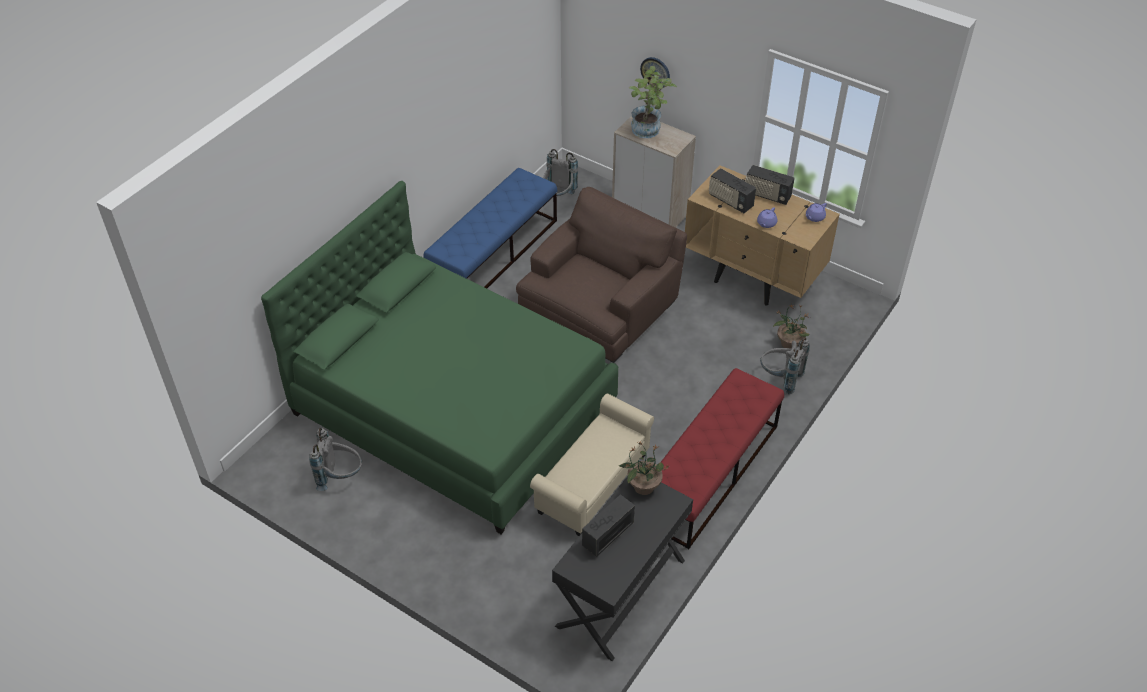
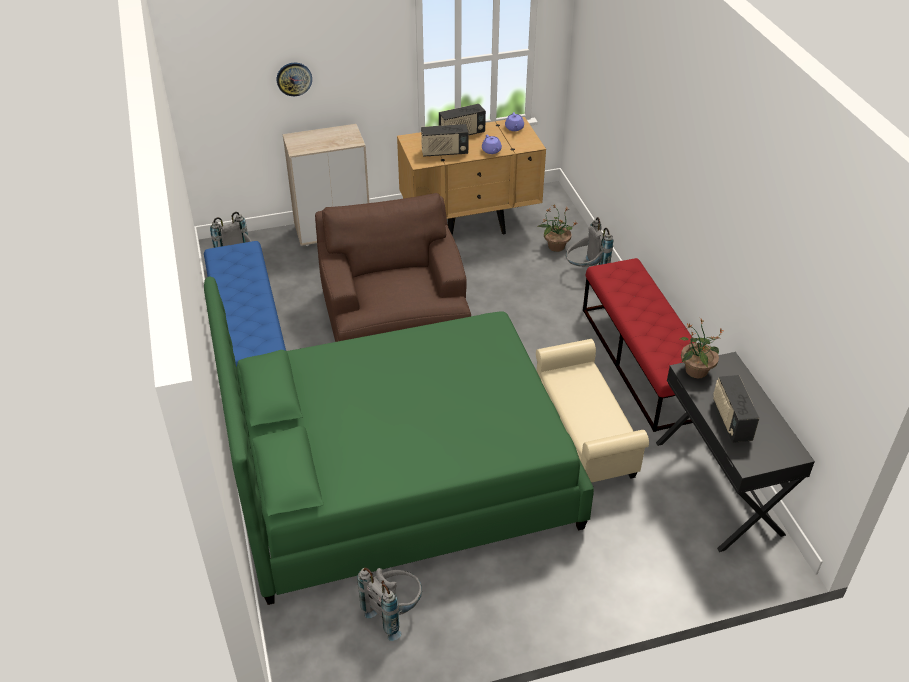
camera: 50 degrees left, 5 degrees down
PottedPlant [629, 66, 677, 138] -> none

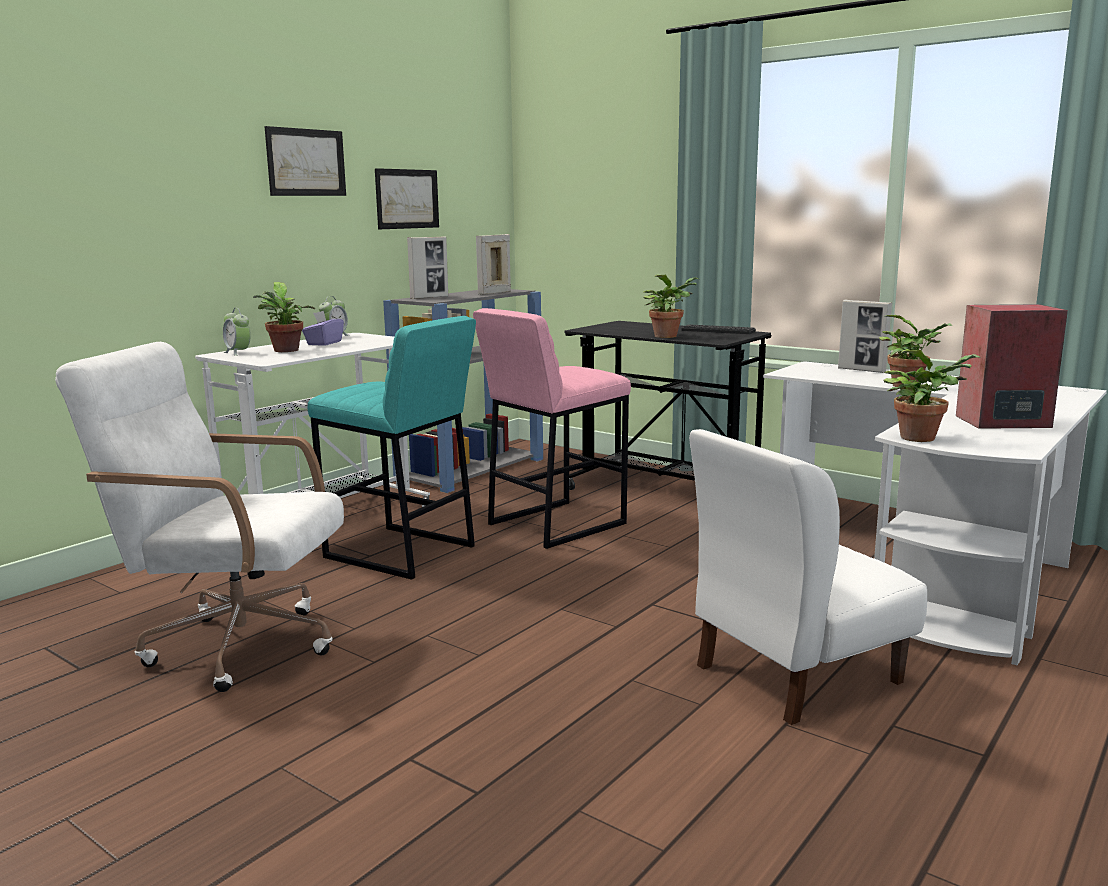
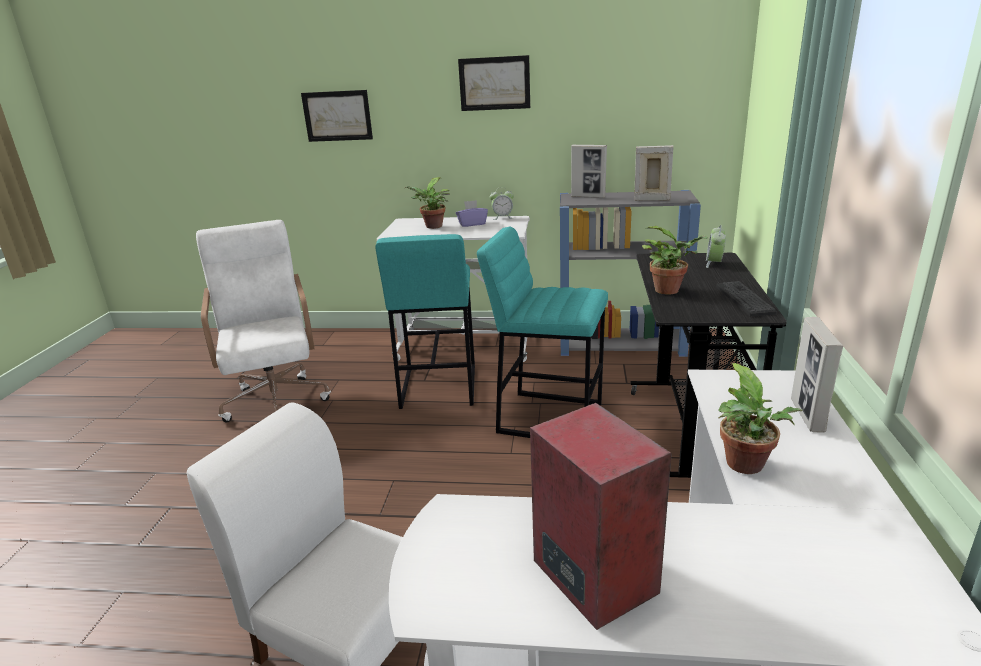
camera: 60 degrees right, 10 degrees up
PottedPlant [883, 349, 981, 442] -> none
AlarmClock [223, 308, 251, 356] -> AlarmClock [706, 225, 726, 268], move
Picture [375, 168, 439, 229] -> Picture [301, 90, 373, 142], move
PinkStool [473, 308, 631, 549] -> TurquoiseStool [477, 227, 608, 438]

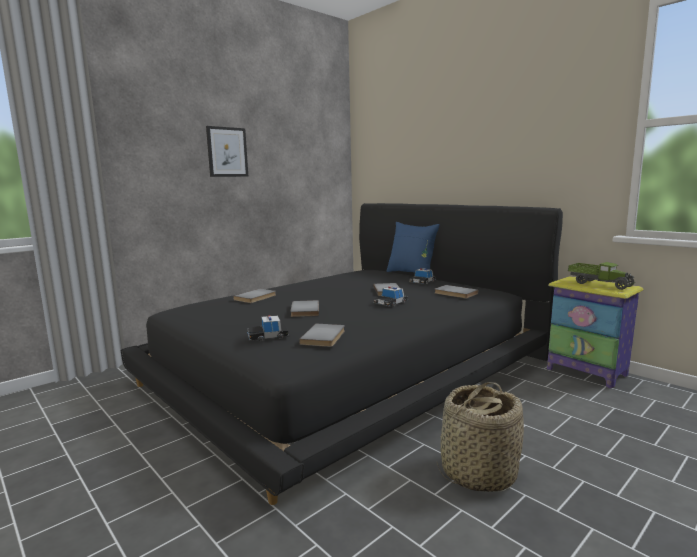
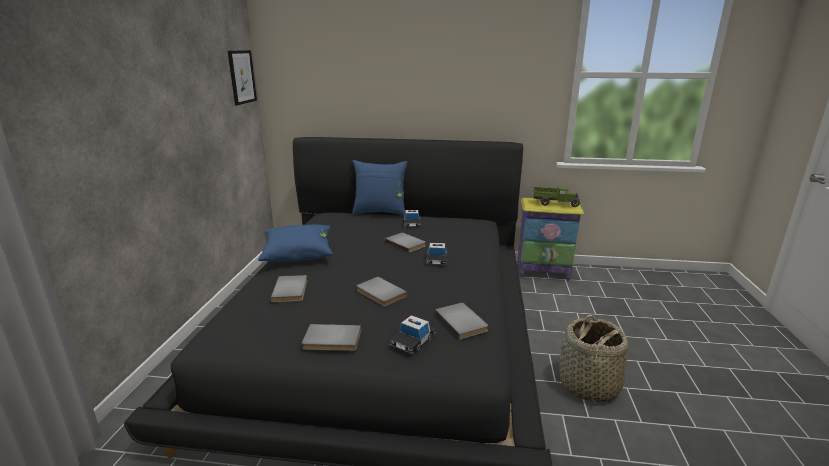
camera: 40 degrees left, 10 degrees up
none -> BluePillow [258, 225, 333, 262]
Picture [206, 126, 248, 177] -> Picture [228, 50, 257, 105], move
GreyBook [435, 285, 478, 299] -> GreyBook [302, 324, 361, 351], move

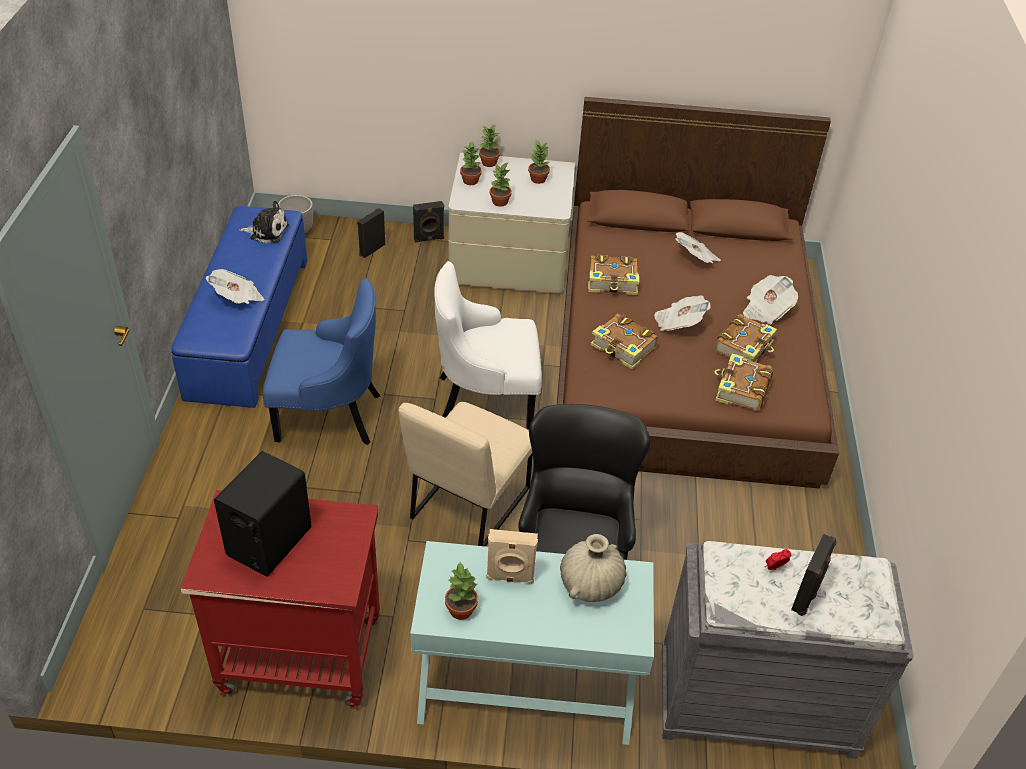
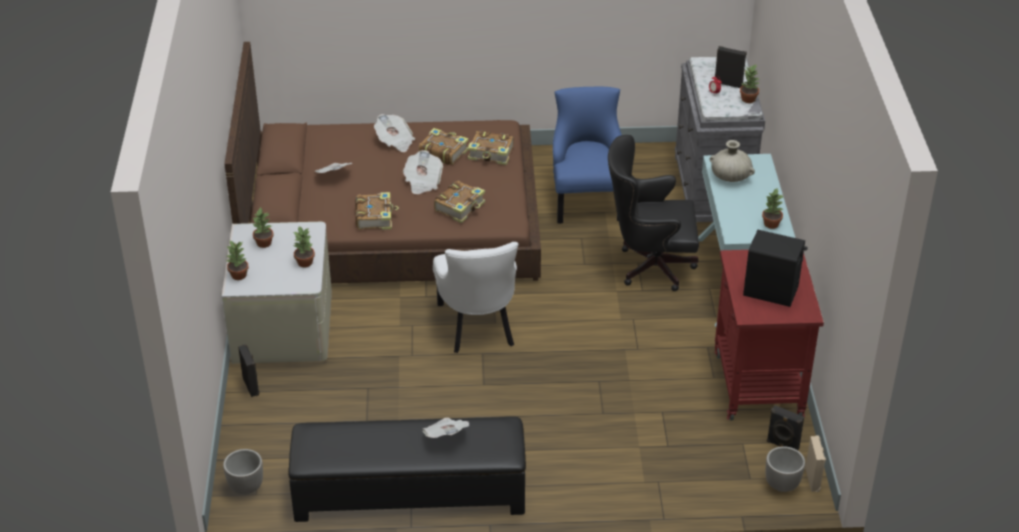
camera: 95 degrees left, 5 degrees down
PlushToy [239, 201, 289, 243] -> none
BeigeChair [398, 402, 533, 547] -> none
none -> Planter [766, 446, 805, 492]
BlueChair [263, 278, 380, 445] -> BlueChair [553, 87, 622, 224], move
BlackSpeaker [357, 208, 385, 258] -> BlackSpeaker [767, 405, 804, 450], move
PottedPlant [460, 140, 482, 185] -> PottedPlant [740, 64, 760, 103], move
BeigeSpeaker [486, 529, 538, 584] -> BeigeSpeaker [805, 435, 826, 492], move
BlueBench [171, 206, 307, 408] -> BlackBench [288, 417, 526, 522]

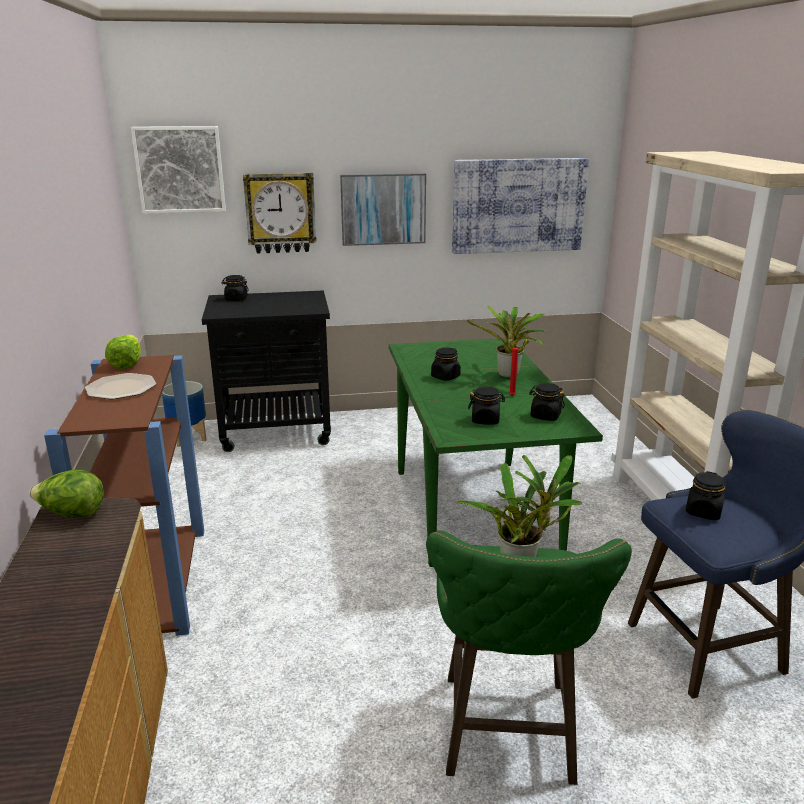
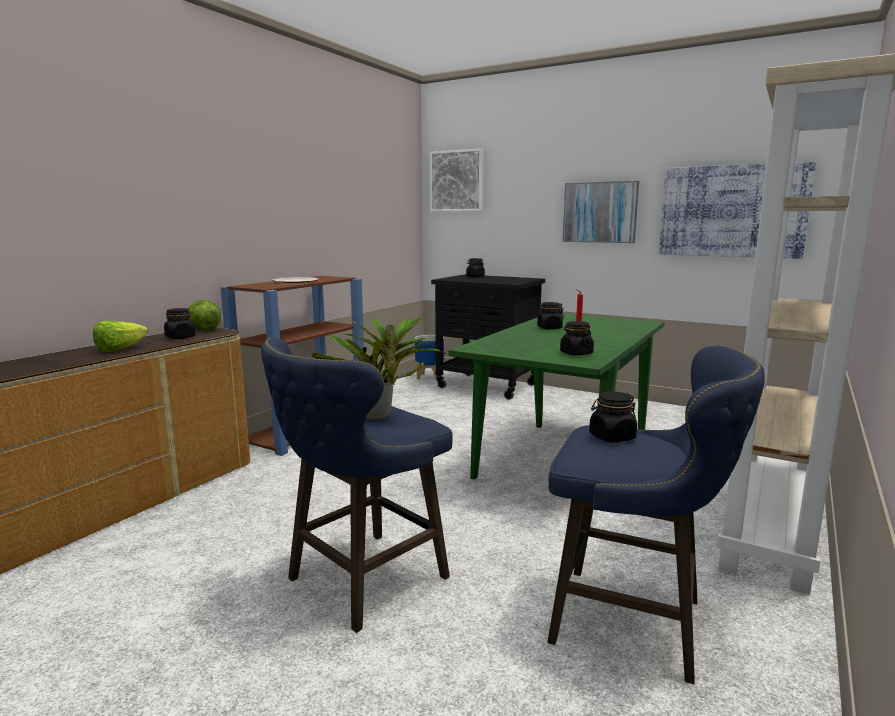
camera: 40 degrees right, 10 degrees down
WallClock [243, 173, 316, 254] -> none
PottedPlant [467, 306, 546, 378] -> none
Lettuce [105, 334, 141, 369] -> Lettuce [93, 321, 148, 352], move
BlackJar [468, 387, 505, 425] -> BlackJar [164, 308, 196, 339], move
GreenStool [426, 530, 632, 785] -> BlueStool [261, 338, 453, 633]

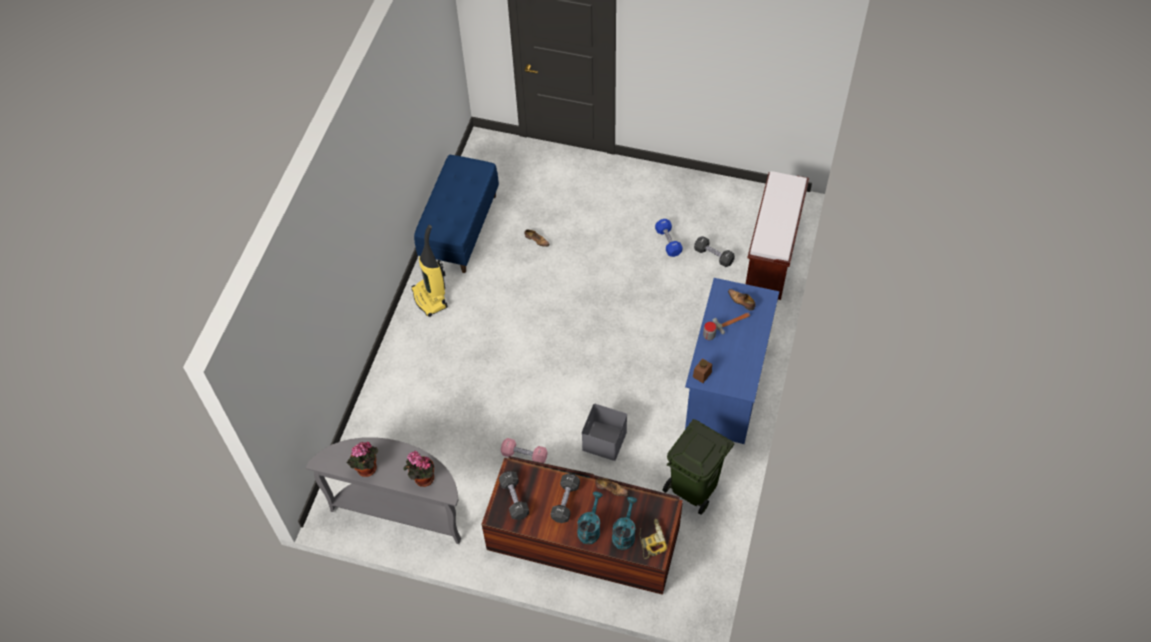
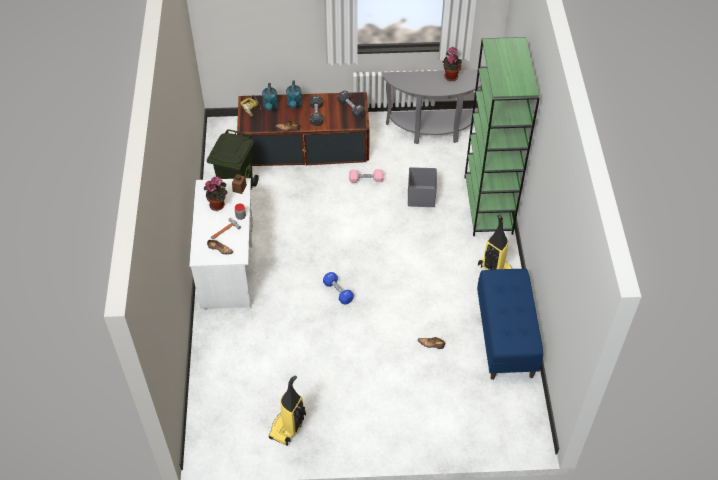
camera: 160 degrees right, 5 degrees down
BlackDumbbell [694, 236, 735, 267] -> none
BrownBench [746, 171, 809, 300] -> none
none -> VacuumCleaner [268, 376, 306, 446]
none -> GreenBookcase [465, 37, 540, 236]
PottedPlant [403, 451, 434, 487] -> PottedPlant [204, 176, 227, 211], move
GreyStorageBox [582, 404, 627, 461] -> GreyStorageBox [408, 167, 437, 207], move
BlueDumbbell [655, 219, 683, 257] -> BlueDumbbell [323, 272, 354, 304], move
BlueDesk [685, 278, 780, 444] -> WhiteDesk [189, 178, 253, 309]

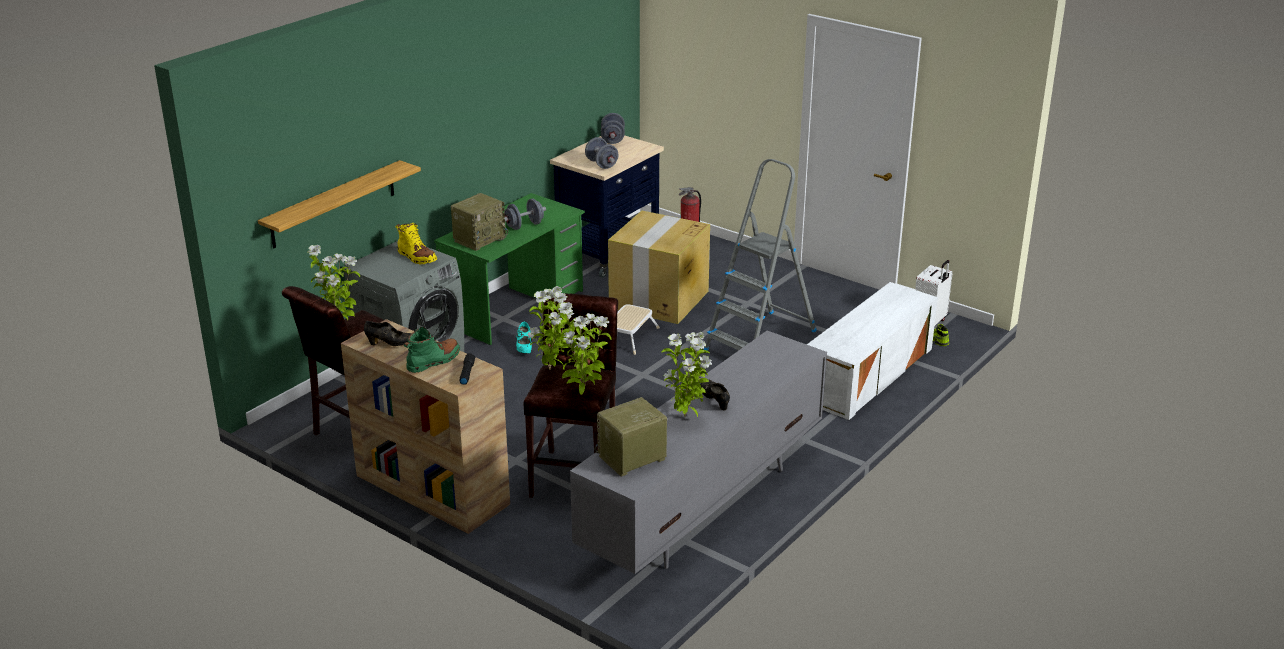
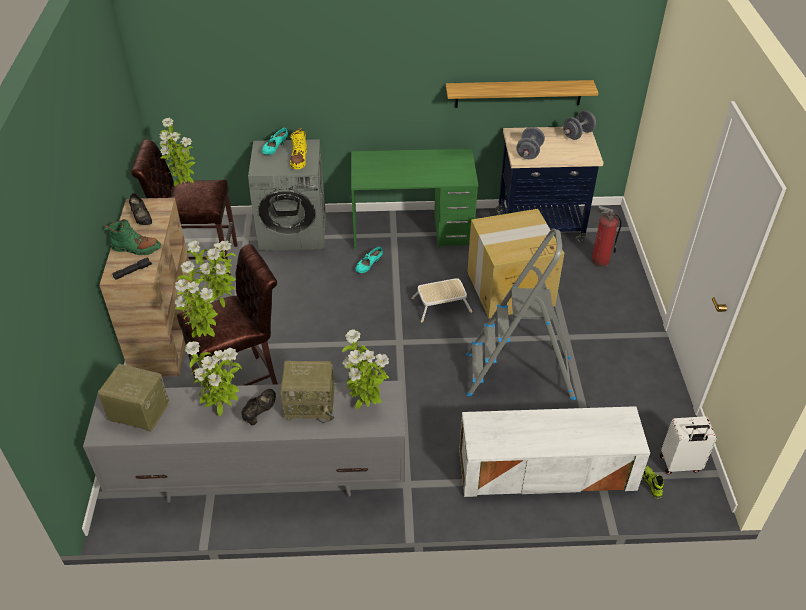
camera: 50 degrees right, 15 degrees up
GreyDumbbell [504, 198, 546, 230] -> none
none -> TurquoiseShoe [262, 128, 288, 155]
none -> PottedPlant [342, 329, 389, 409]
Shelf [258, 160, 421, 248] -> Shelf [446, 80, 598, 108], move
Radio [451, 193, 508, 251] -> Radio [280, 361, 334, 423], move

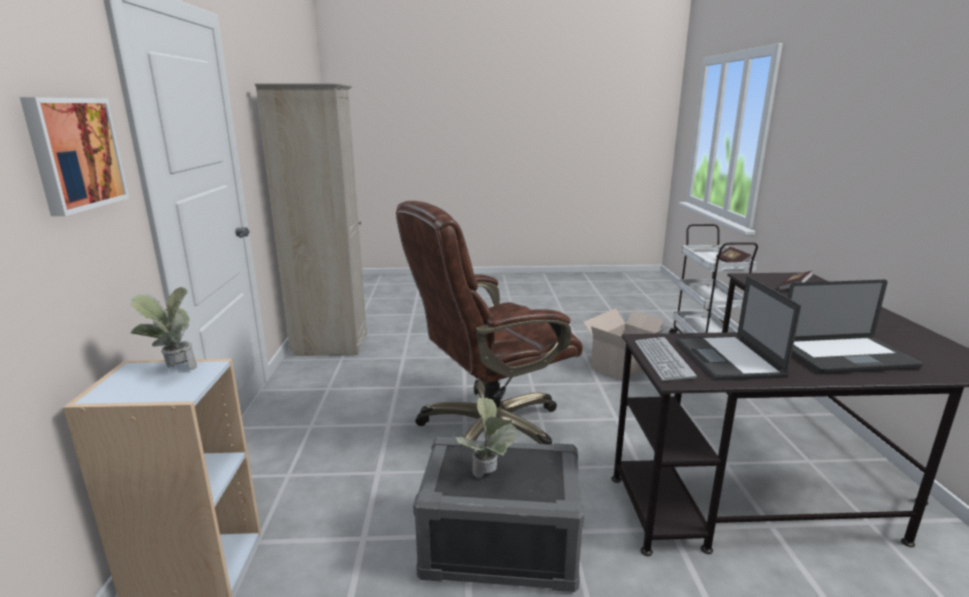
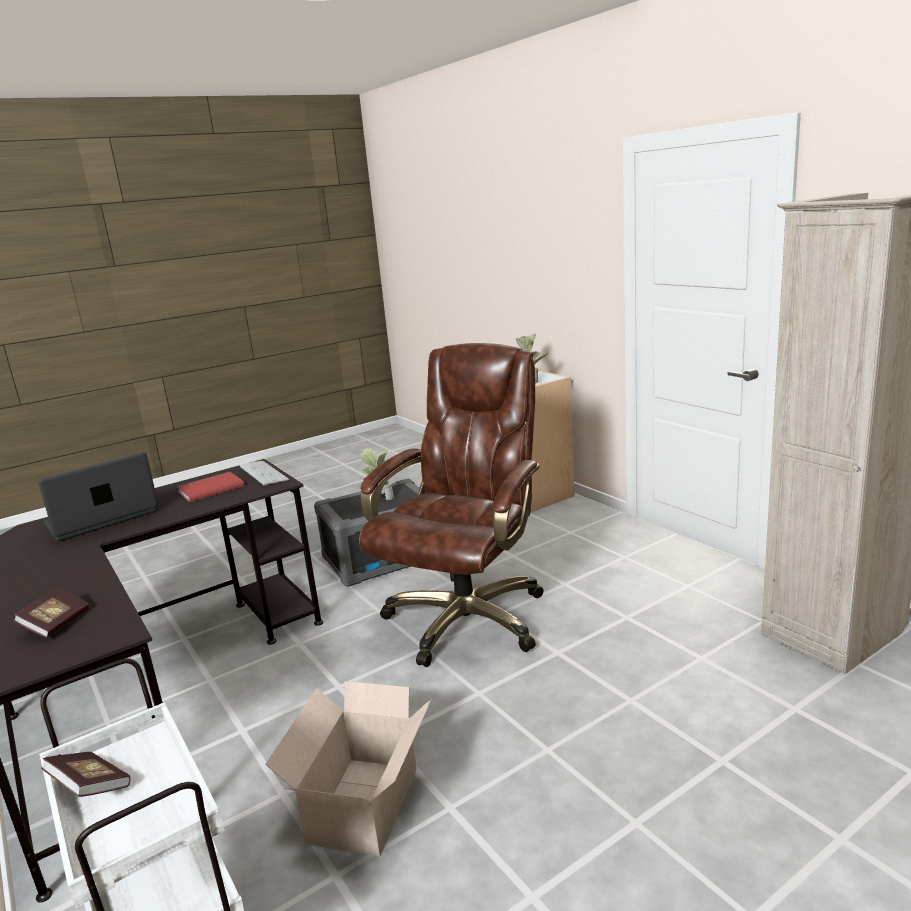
camera: 150 degrees right, 0 degrees up
Picture [20, 97, 129, 216] -> none
Laptop [676, 276, 801, 380] -> RedBook [177, 472, 244, 502]

